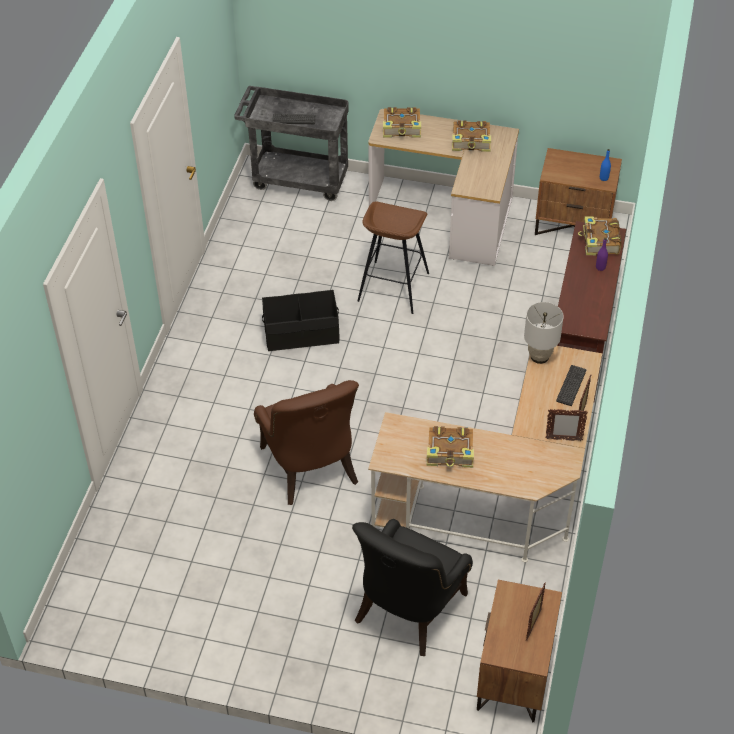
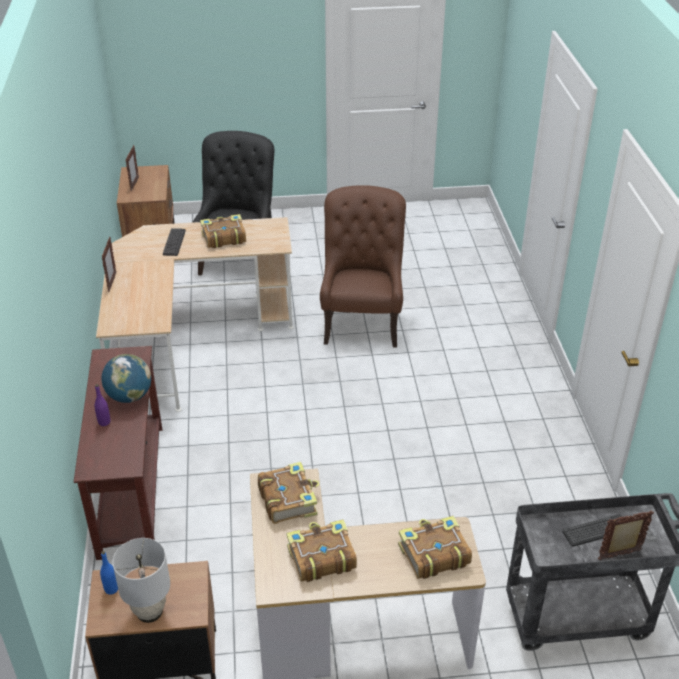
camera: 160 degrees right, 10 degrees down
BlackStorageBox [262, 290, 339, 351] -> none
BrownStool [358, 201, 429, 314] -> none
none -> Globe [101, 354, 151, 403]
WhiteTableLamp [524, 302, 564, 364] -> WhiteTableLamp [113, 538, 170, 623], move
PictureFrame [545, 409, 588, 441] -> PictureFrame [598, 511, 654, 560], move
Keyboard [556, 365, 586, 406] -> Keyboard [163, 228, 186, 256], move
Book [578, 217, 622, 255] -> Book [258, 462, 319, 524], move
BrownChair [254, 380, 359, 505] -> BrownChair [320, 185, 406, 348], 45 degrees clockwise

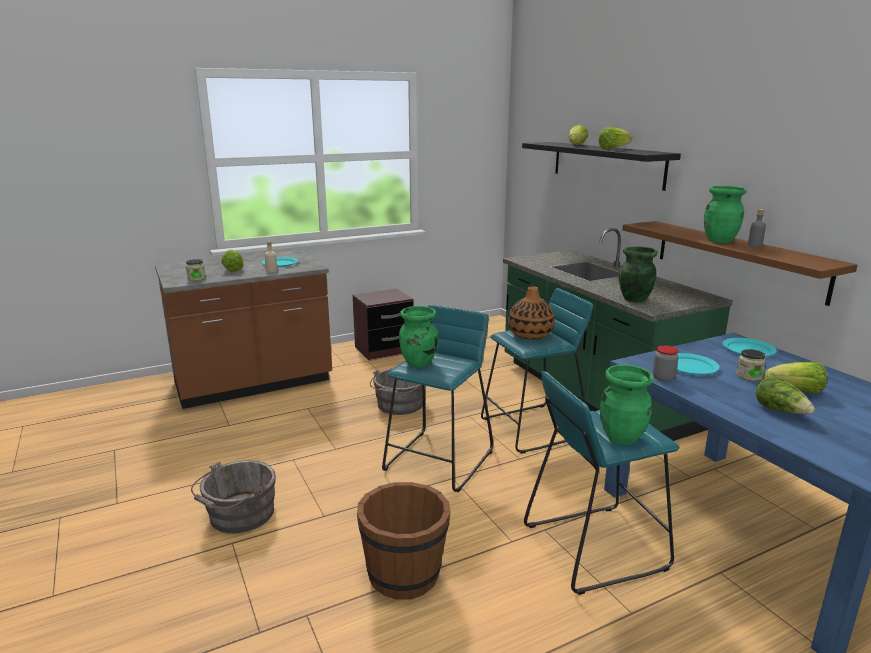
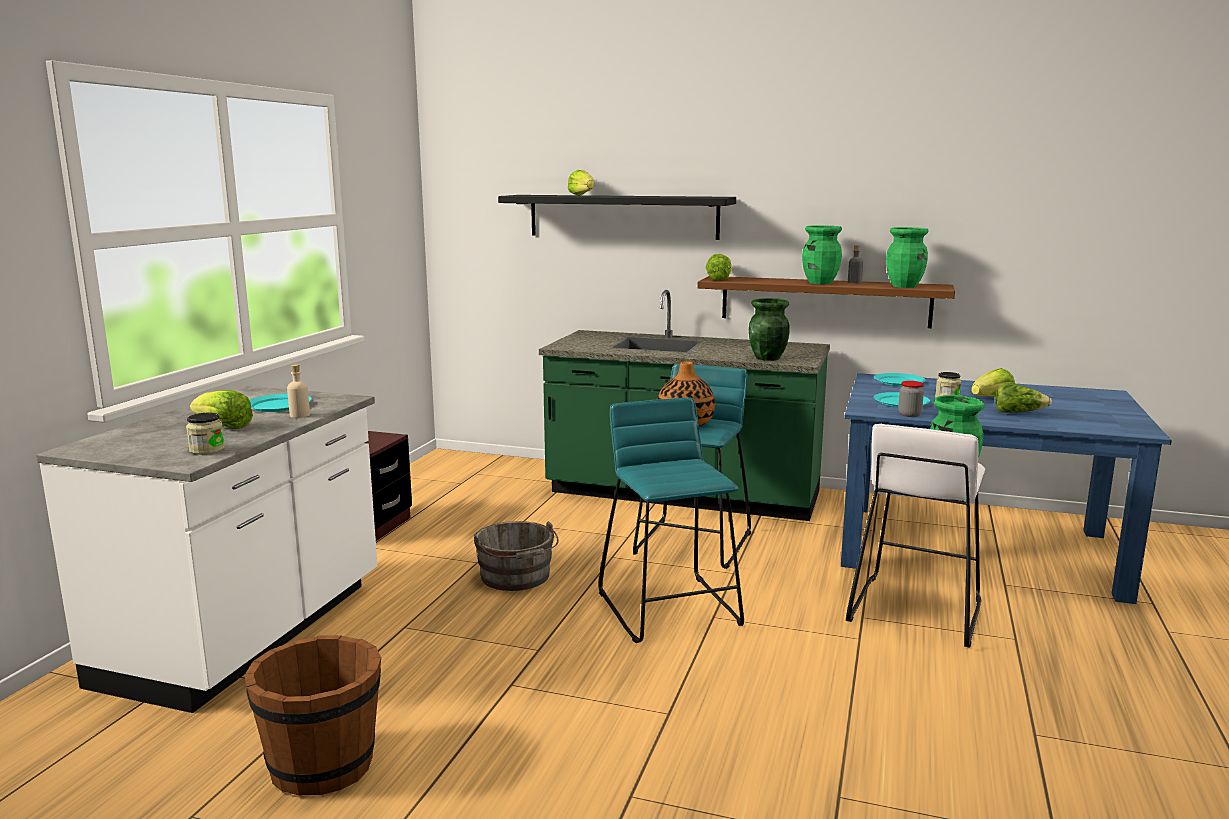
camera: 45 degrees left, 5 degrees down
GreyBucket [191, 461, 276, 533] -> none
BrownBucket [357, 482, 451, 600] -> BrownBucket [244, 635, 381, 796], move
GreenVase [399, 306, 438, 368] -> GreenVase [886, 227, 928, 288], move
Lettuce [598, 127, 632, 149] -> Lettuce [706, 254, 731, 280], move
BrownCounter [155, 250, 332, 409] -> WhiteCounter [36, 386, 378, 713]
TurquoiseStool [524, 371, 680, 595] -> WhiteStool [846, 424, 985, 648]

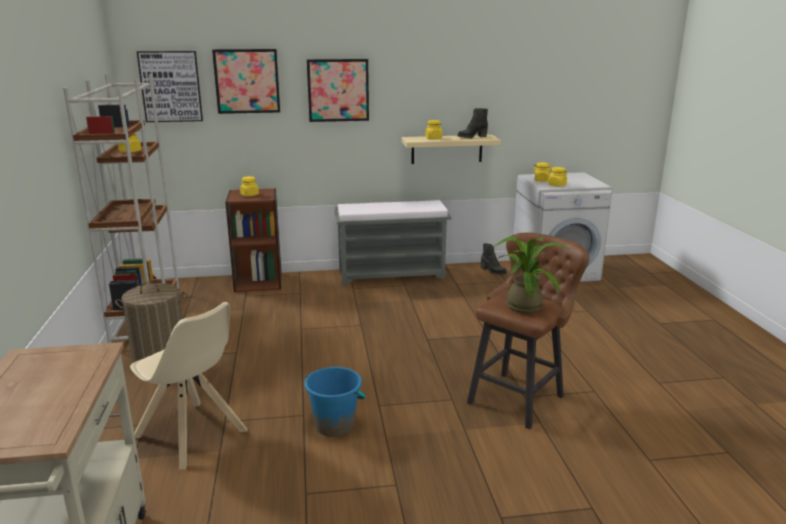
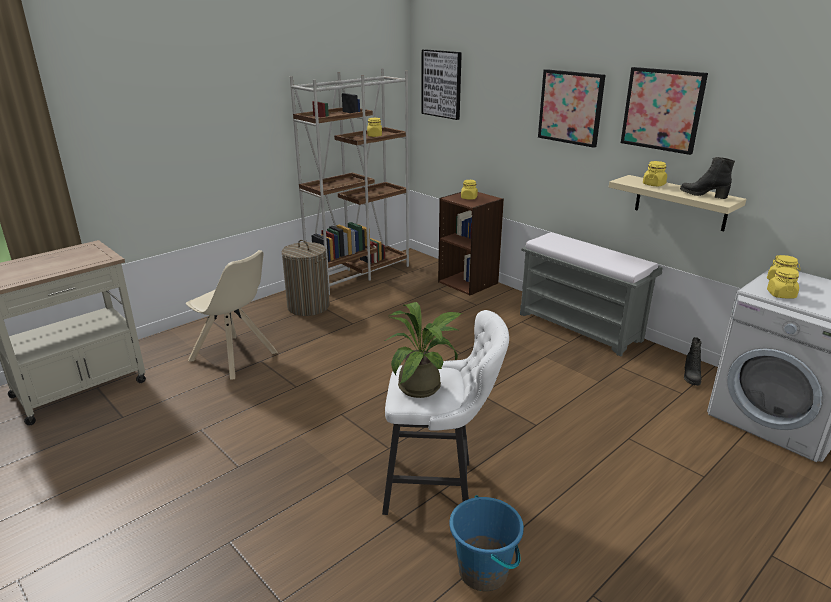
camera: 55 degrees right, 5 degrees up
Picture [212, 49, 280, 114] -> Picture [621, 67, 708, 155], move
BlueBucket [304, 367, 366, 437] -> BlueBucket [450, 495, 524, 591], move
BrownStool [467, 233, 589, 429] -> WhiteStool [382, 310, 509, 515]
BeigeChair [130, 302, 247, 469] -> BeigeChair [186, 250, 278, 380], 60 degrees counterclockwise

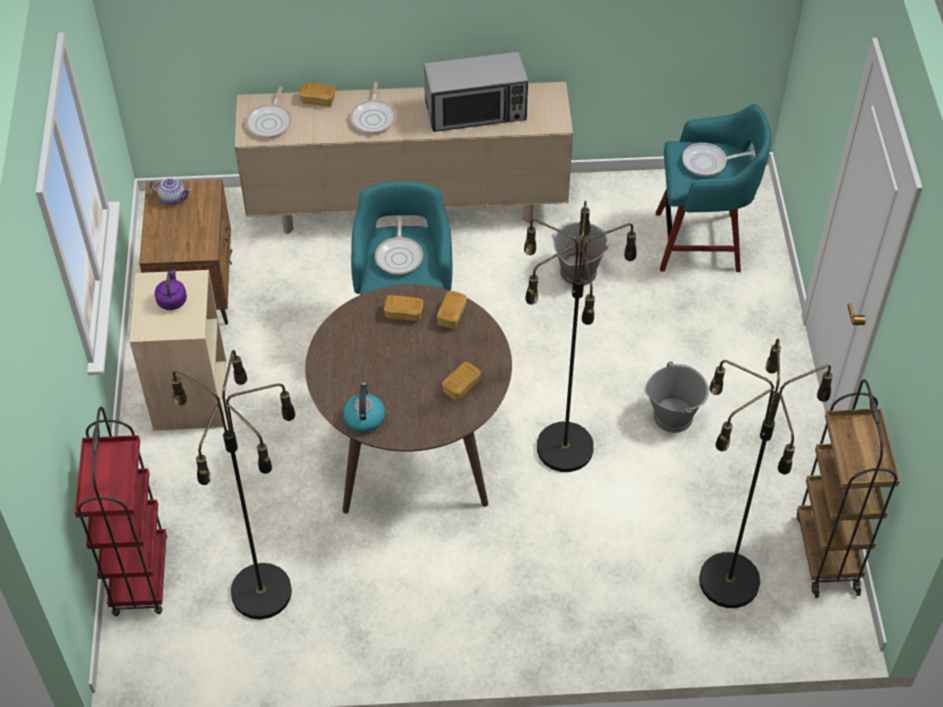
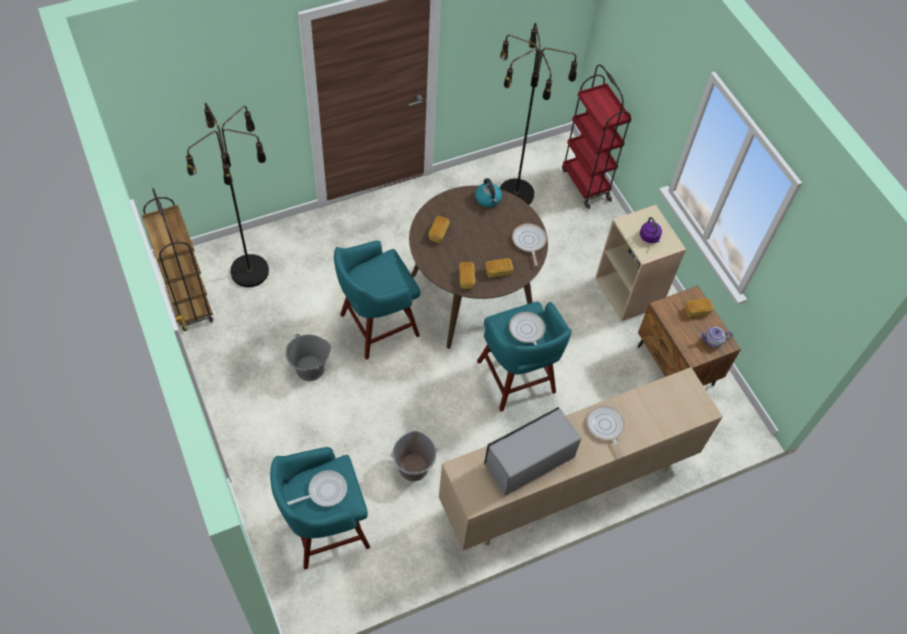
camera: 155 degrees right, 5 degrees up
FryingPan [245, 87, 292, 138] -> FryingPan [512, 224, 547, 266], move
Bread [299, 83, 335, 107] -> Bread [685, 298, 713, 317], move
FloorLamp [524, 201, 637, 472] -> TurquoiseStool [334, 241, 420, 360]

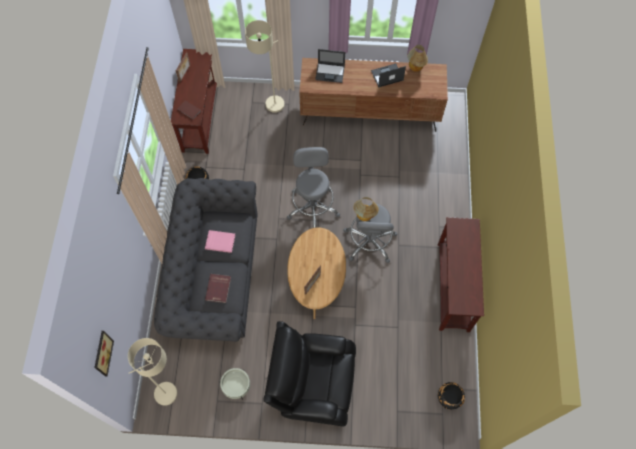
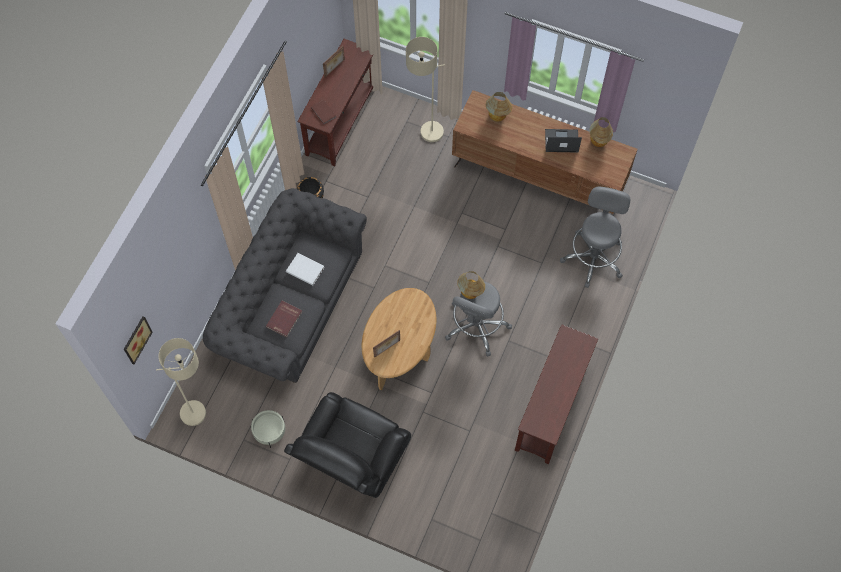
camera: 20 degrees right, 0 degrees up
BlackPlanter [438, 382, 465, 409] -> none
GreyStool [287, 147, 340, 228] -> GreyStool [560, 187, 630, 288], move
Laptop [315, 49, 345, 83] -> TableLamp [485, 92, 512, 122]
PinkBook [205, 230, 235, 253] -> WhiteBook [286, 253, 325, 286]
BlackArmchair [263, 321, 356, 427] -> BlackArmchair [284, 392, 411, 498], 90 degrees counterclockwise

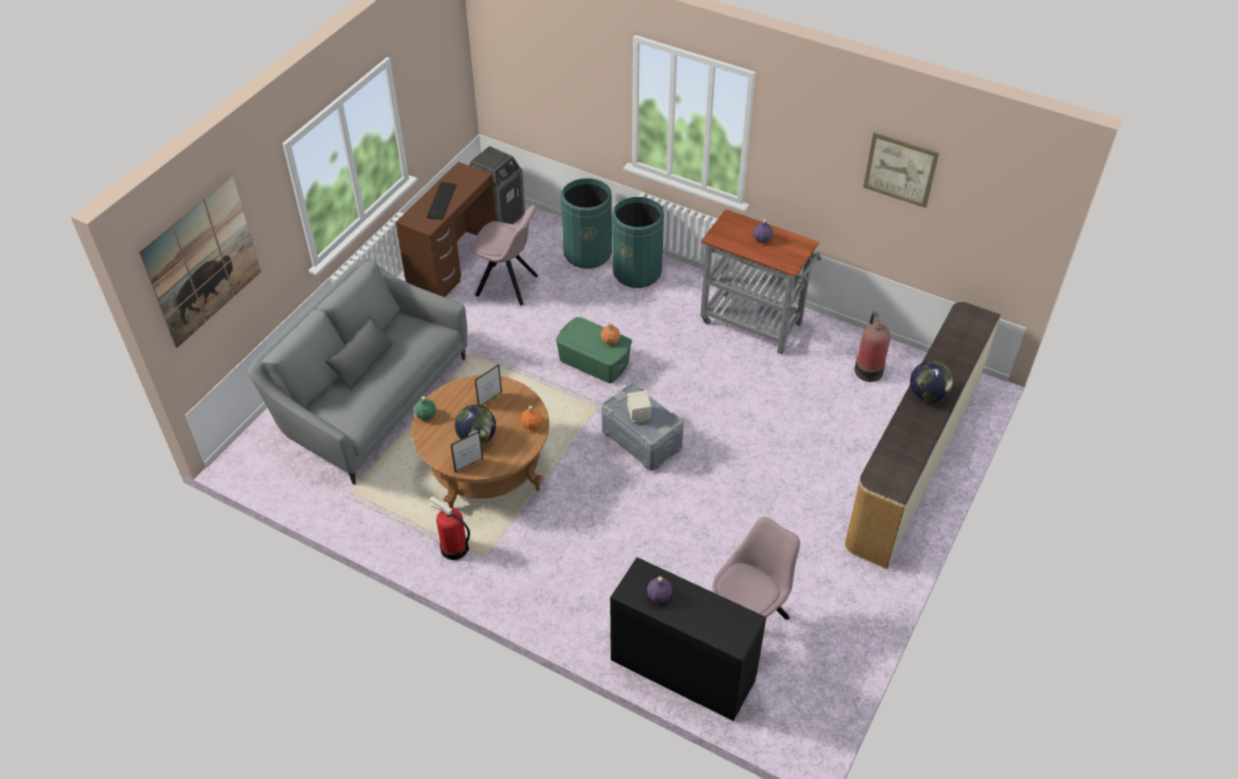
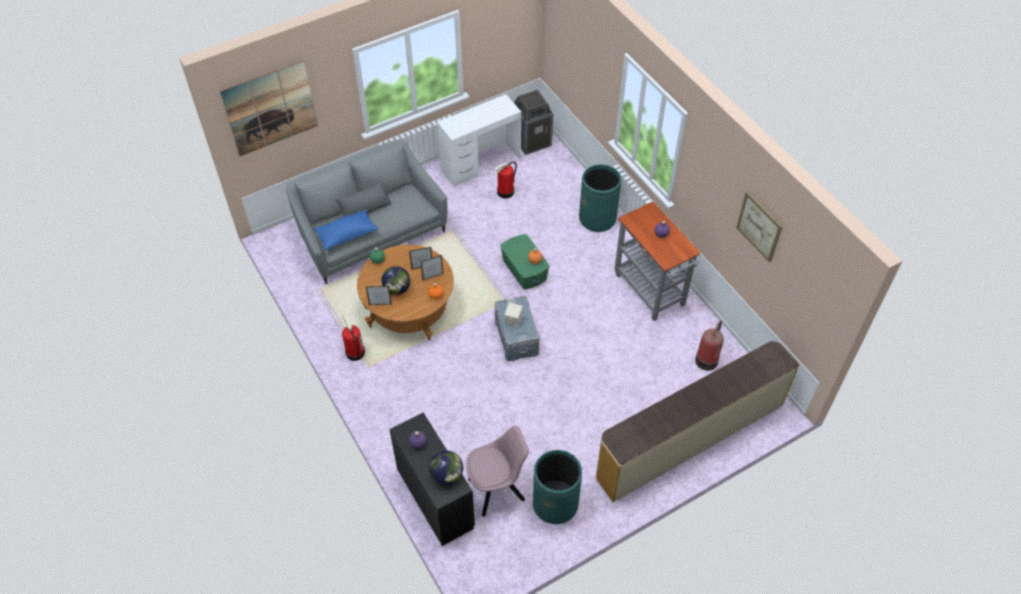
camera: 30 degrees right, 5 degrees up
Keyboard [427, 182, 457, 220] -> none
none -> BluePillow [314, 210, 378, 250]
none -> PictureFrame [421, 255, 443, 280]
GreenTrashCan [561, 178, 612, 269] -> GreenTrashCan [533, 450, 582, 524], move
Globe [910, 361, 953, 402] -> Globe [429, 451, 463, 485], move
PinkChair [471, 205, 538, 305] -> FireExtinguisher [494, 161, 517, 198]
BrownDesk [395, 162, 496, 297] -> WhiteDesk [437, 94, 521, 187]

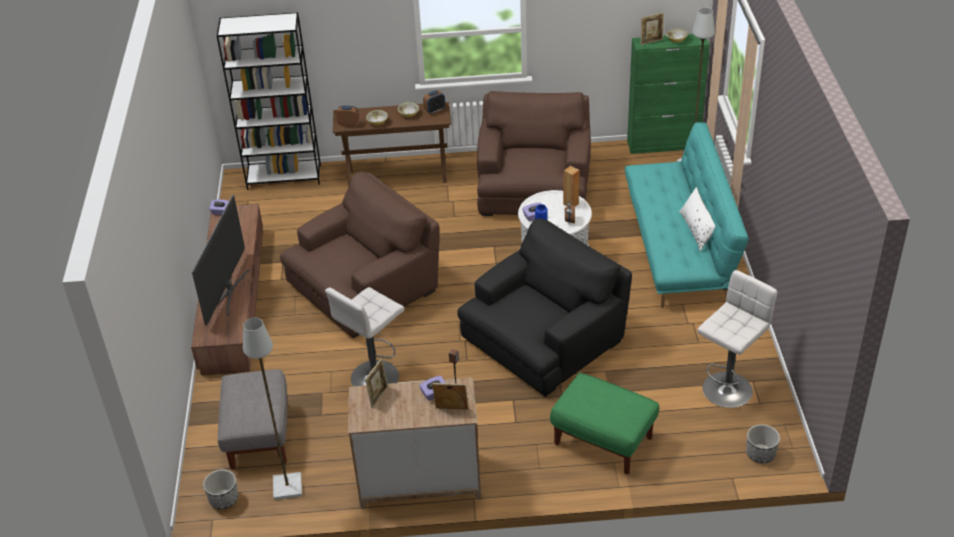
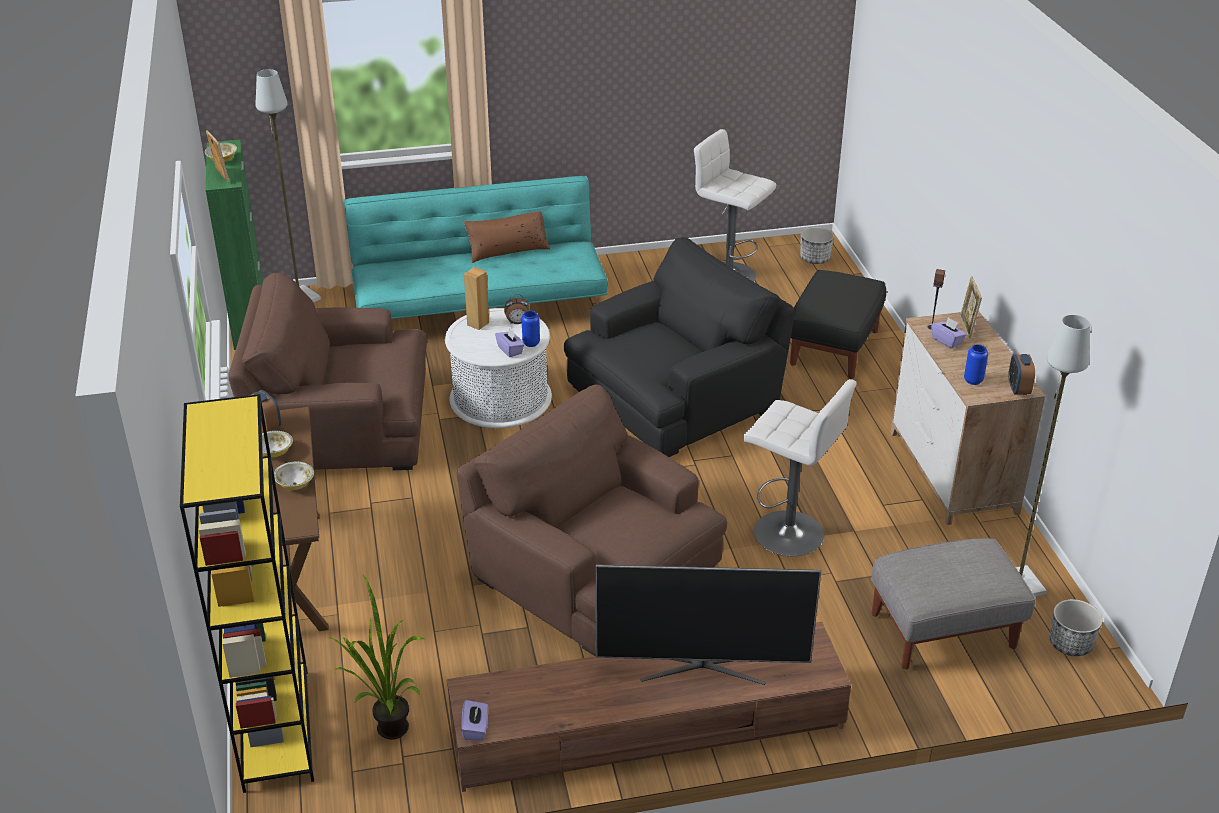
camera: 100 degrees left, 5 degrees down
none -> PottedPlant [330, 575, 425, 740]
AlarmClock [336, 106, 359, 127] -> AlarmClock [1008, 354, 1035, 395], move
PictureFrame [365, 358, 388, 408] -> BlueVase [964, 344, 988, 385]
WhiteBookcase [217, 12, 321, 190] -> YellowBookcase [180, 394, 314, 793]
GreenOttoman [550, 373, 659, 474] -> BlackOttoman [790, 270, 886, 379]
WhitePillow [679, 187, 715, 251] -> BrownPillow [464, 211, 550, 263]
BlackArmchair [457, 218, 632, 397] -> BlackArmchair [564, 237, 795, 457], 105 degrees clockwise

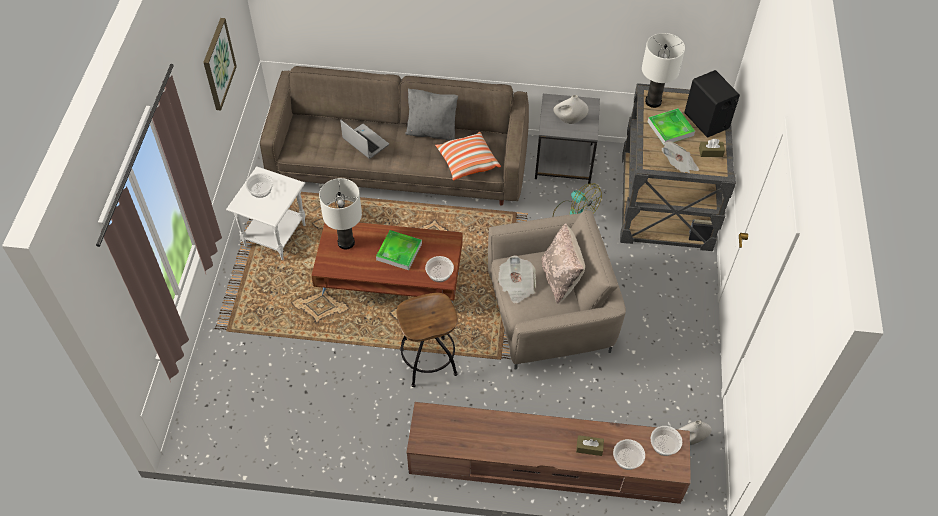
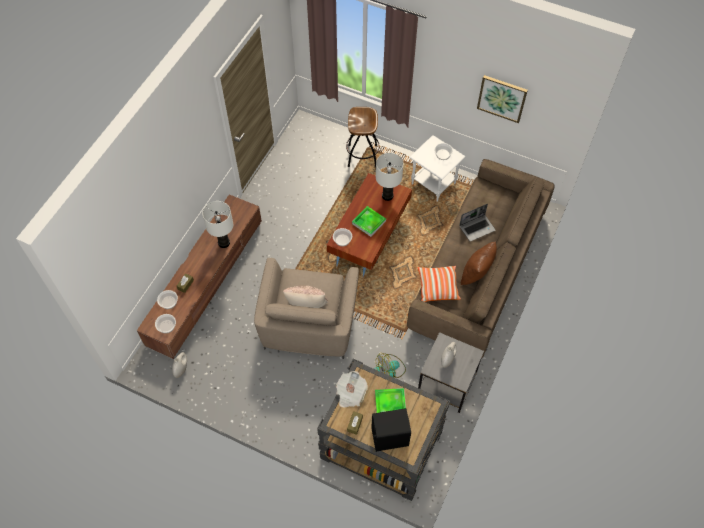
camera: 110 degrees right, 5 degrees up
Newspaper [498, 256, 536, 304] -> none
BrownStool [396, 293, 458, 387] -> BrownStool [346, 107, 380, 167], move
WhiteTableLamp [642, 33, 685, 108] -> WhiteTableLamp [202, 201, 233, 248], move
GreyPillow [405, 88, 458, 141] -> BrownPillow [461, 242, 497, 285]

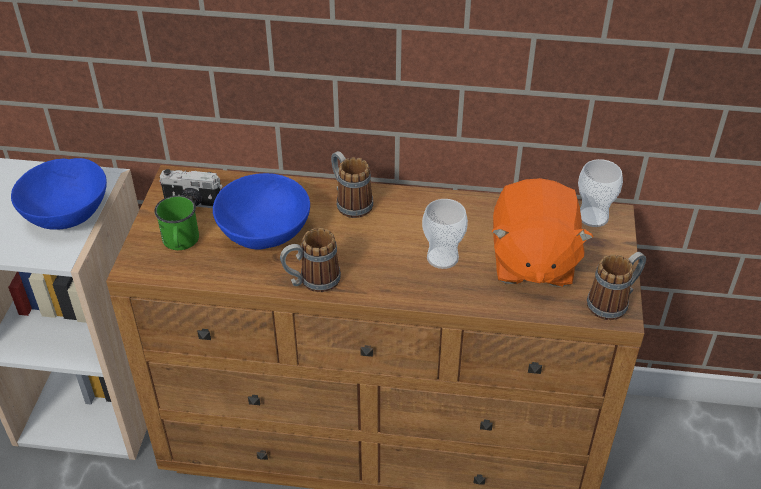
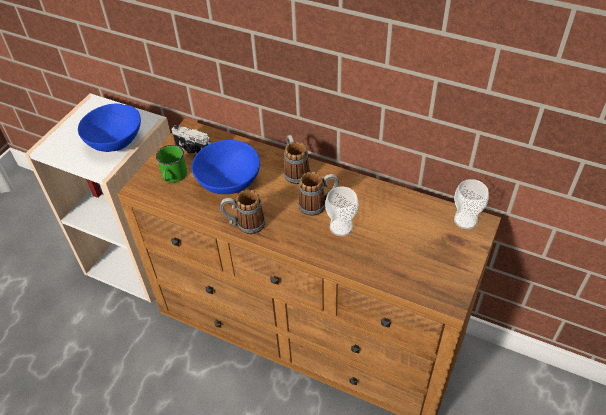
camera: 20 degrees right, 5 degrees up
OrangePlushToy [491, 178, 593, 287] -> none
Mug [587, 252, 646, 320] -> Mug [298, 172, 339, 216], move

